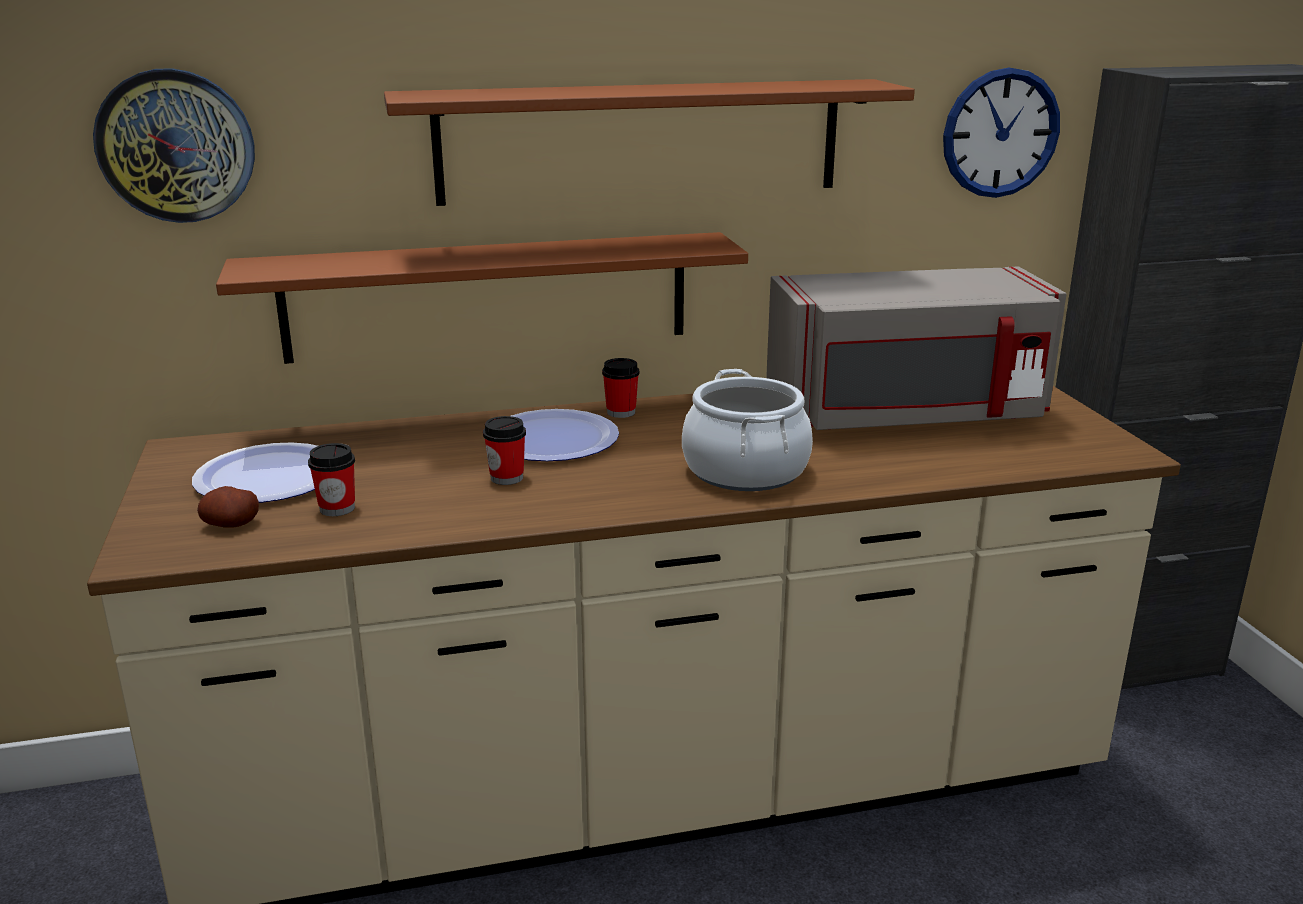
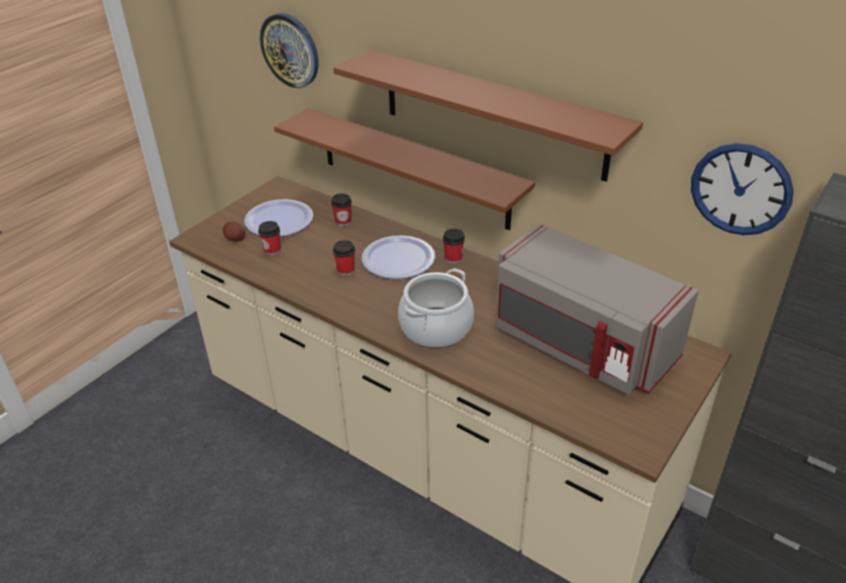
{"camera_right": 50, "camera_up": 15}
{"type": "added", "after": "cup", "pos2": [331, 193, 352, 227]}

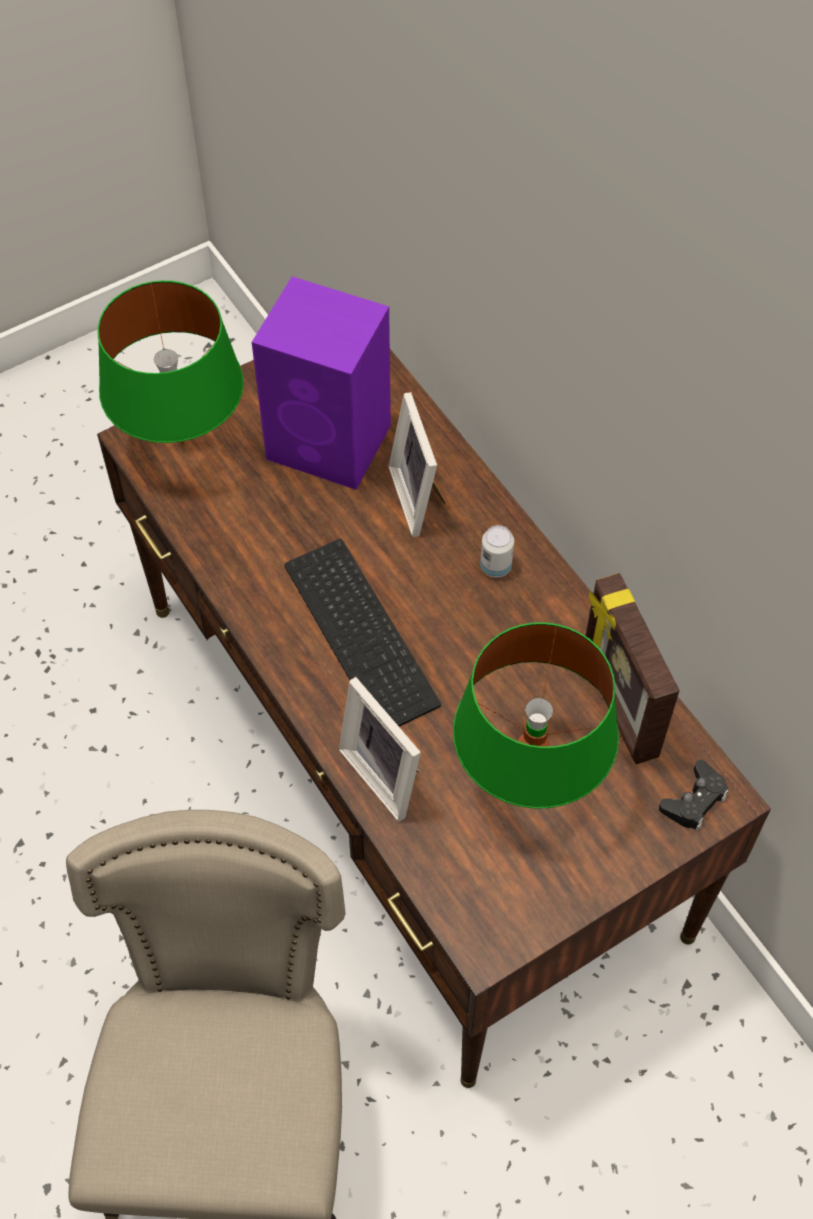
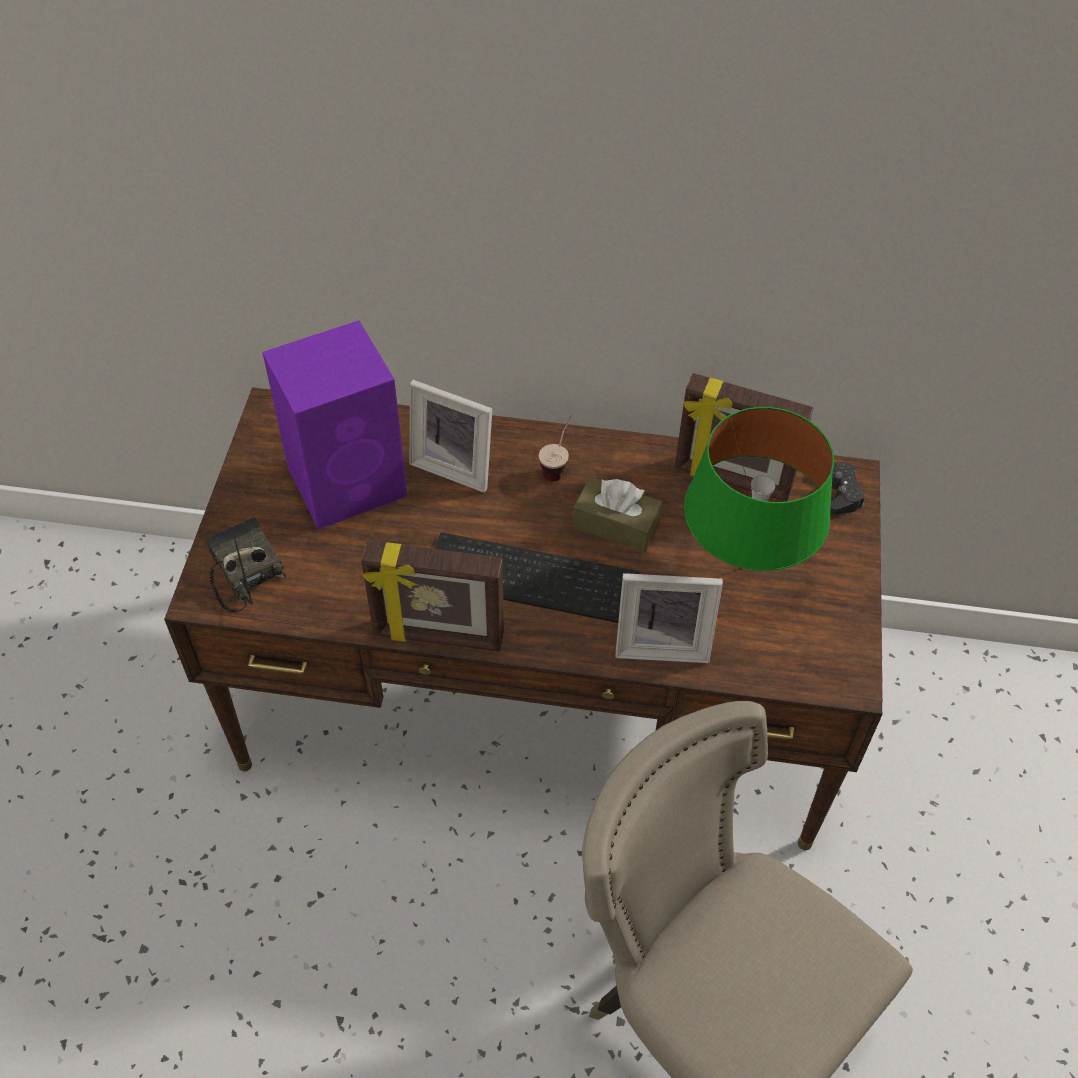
{"camera_right": -50, "camera_up": -5}
{"type": "replaced", "before": "lamp for a table in green-coloured", "after": "radio receiver", "pos1": [97, 280, 244, 445], "pos2": [205, 517, 286, 612]}
{"type": "replaced", "before": "can", "after": "cup", "pos1": [480, 525, 514, 578], "pos2": [539, 415, 572, 481]}
{"type": "added", "after": "box of tissues in brownish", "pos2": [573, 477, 663, 552]}
{"type": "added", "after": "picture frame", "pos2": [361, 540, 504, 652]}

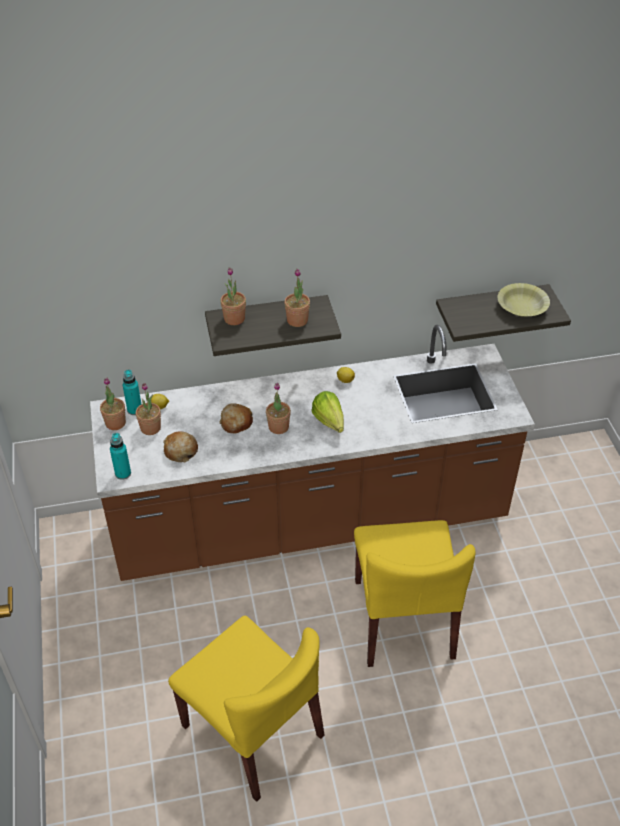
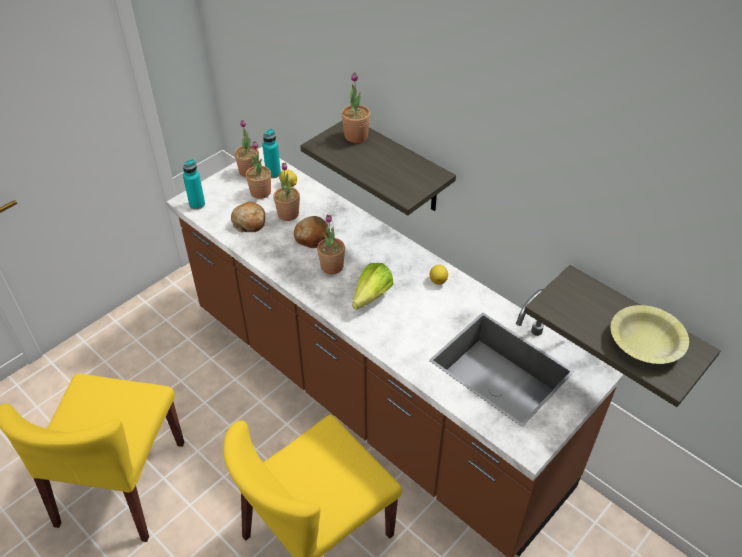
{"camera_right": 55, "camera_up": 0}
{"type": "moved", "before": "houseplant", "pos1": [284, 269, 310, 327], "pos2": [274, 162, 300, 221]}

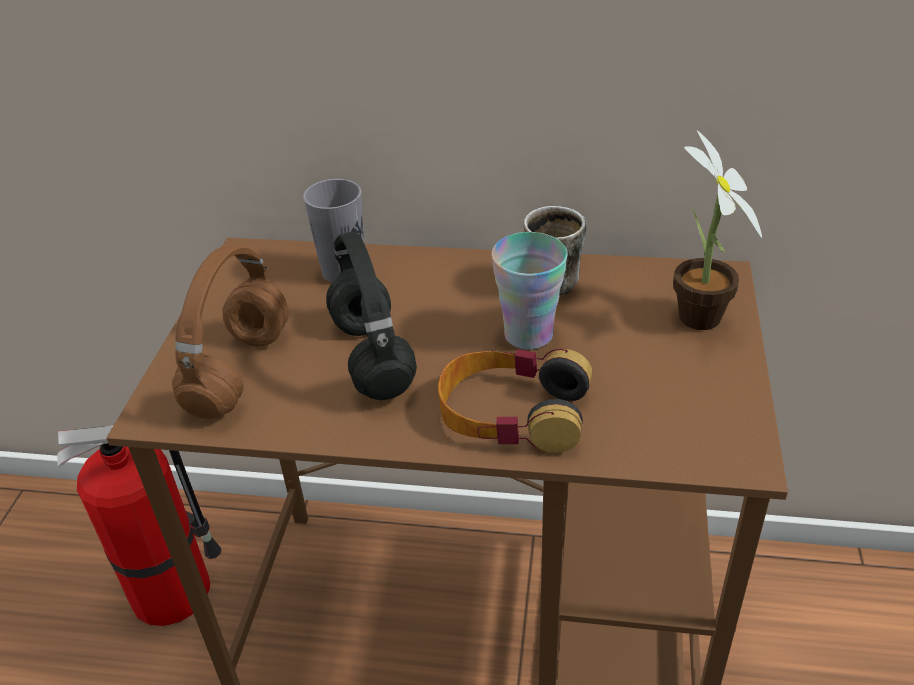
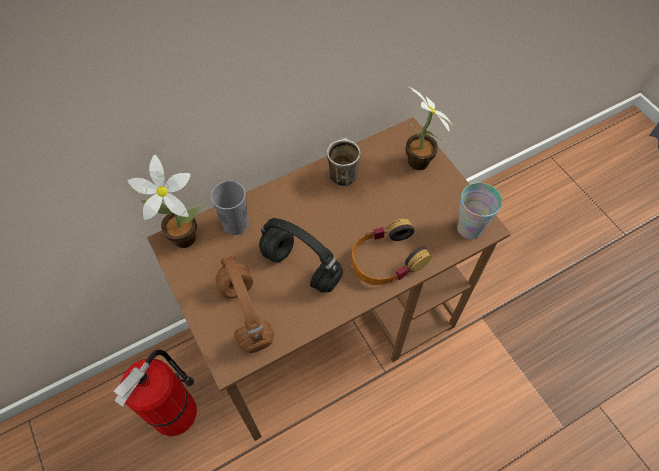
{"camera_right": -40, "camera_up": 20}
{"type": "moved", "before": "cup", "pos1": [491, 232, 567, 349], "pos2": [457, 183, 502, 239]}
{"type": "added", "after": "houseplant", "pos2": [128, 154, 200, 248]}

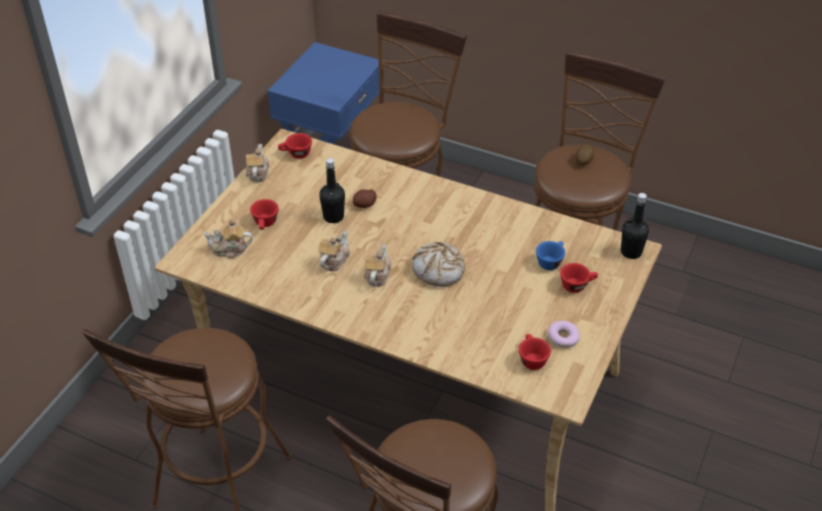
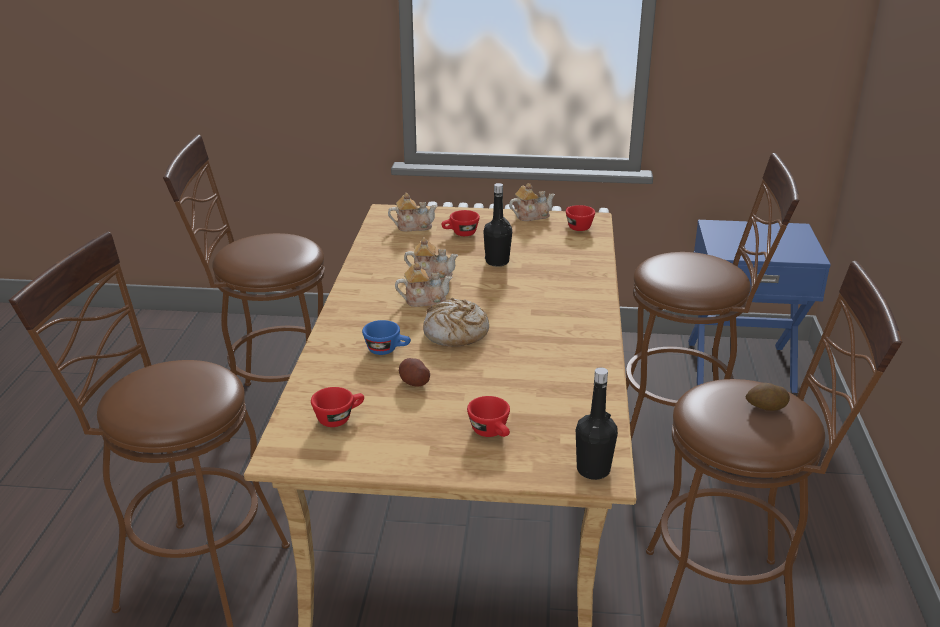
{"camera_right": 70, "camera_up": -15}
{"type": "moved", "before": "potato", "pos1": [353, 189, 377, 208], "pos2": [399, 358, 430, 387]}
{"type": "turned", "before": "tea pot", "pos1": [203, 219, 253, 258], "pos2": [388, 193, 437, 231], "turn": 105}
{"type": "moved", "before": "cup in blue-coloured", "pos1": [536, 241, 565, 270], "pos2": [362, 320, 411, 355]}
{"type": "removed", "before": "donut", "pos1": [548, 321, 580, 348]}

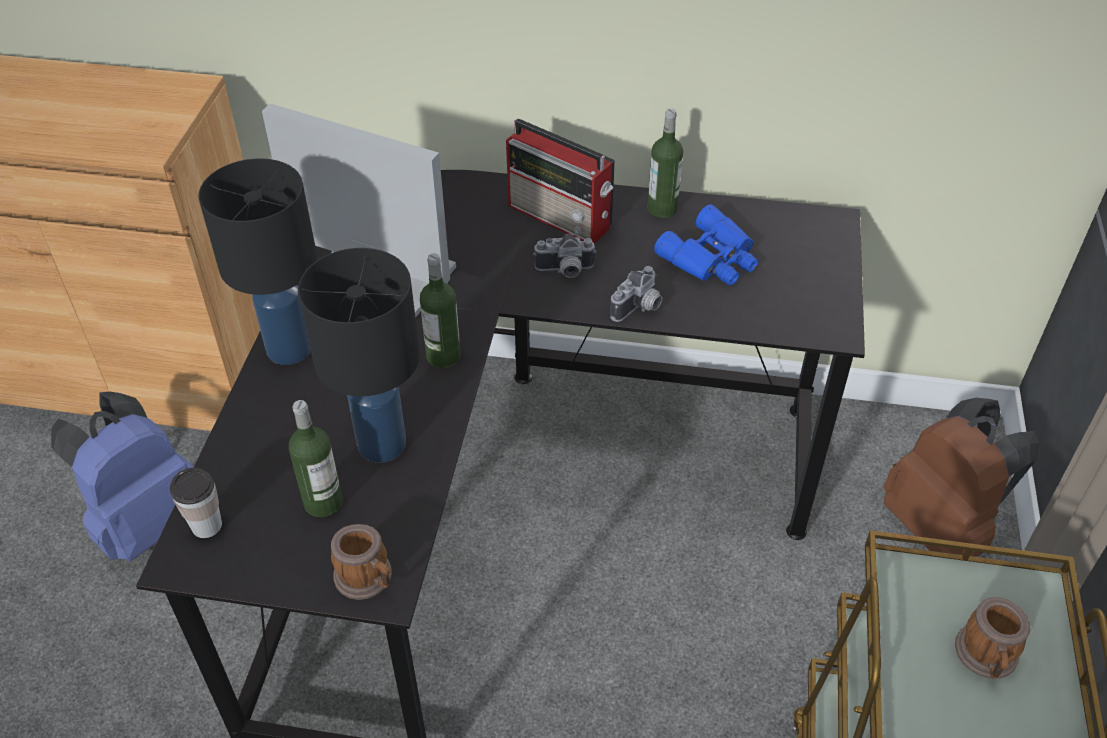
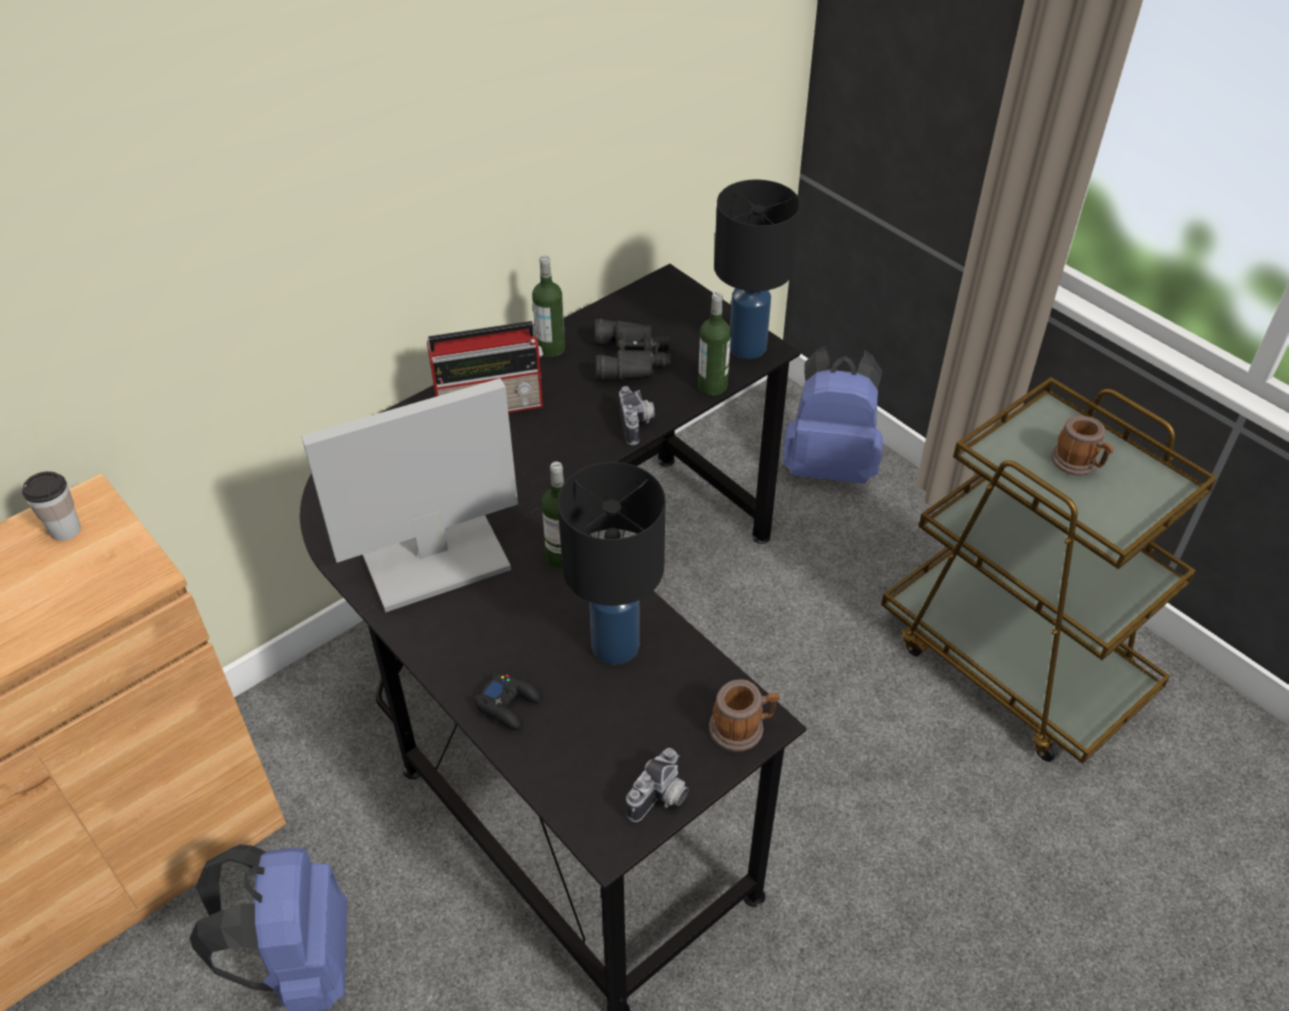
{"camera_right": -50, "camera_up": 0}
{"type": "moved", "before": "lamp for a table in black", "pos1": [199, 158, 317, 365], "pos2": [714, 180, 801, 359]}
{"type": "recoloured", "before": "pair of binoculars in blue-coloured", "after": "pair of binoculars in black", "pos1": [654, 204, 758, 285], "pos2": [595, 319, 671, 381]}
{"type": "moved", "before": "photo camera", "pos1": [533, 233, 596, 278], "pos2": [626, 748, 688, 822]}
{"type": "recoloured", "before": "rucksack in brownish", "after": "rucksack in blue-coloured", "pos1": [883, 398, 1039, 557], "pos2": [783, 346, 883, 484]}
{"type": "moved", "before": "drink bottle", "pos1": [289, 400, 342, 517], "pos2": [698, 292, 731, 395]}
{"type": "moved", "before": "cup", "pos1": [170, 468, 222, 538], "pos2": [22, 471, 81, 541]}
{"type": "added", "after": "gamepad in black", "pos2": [475, 672, 543, 731]}

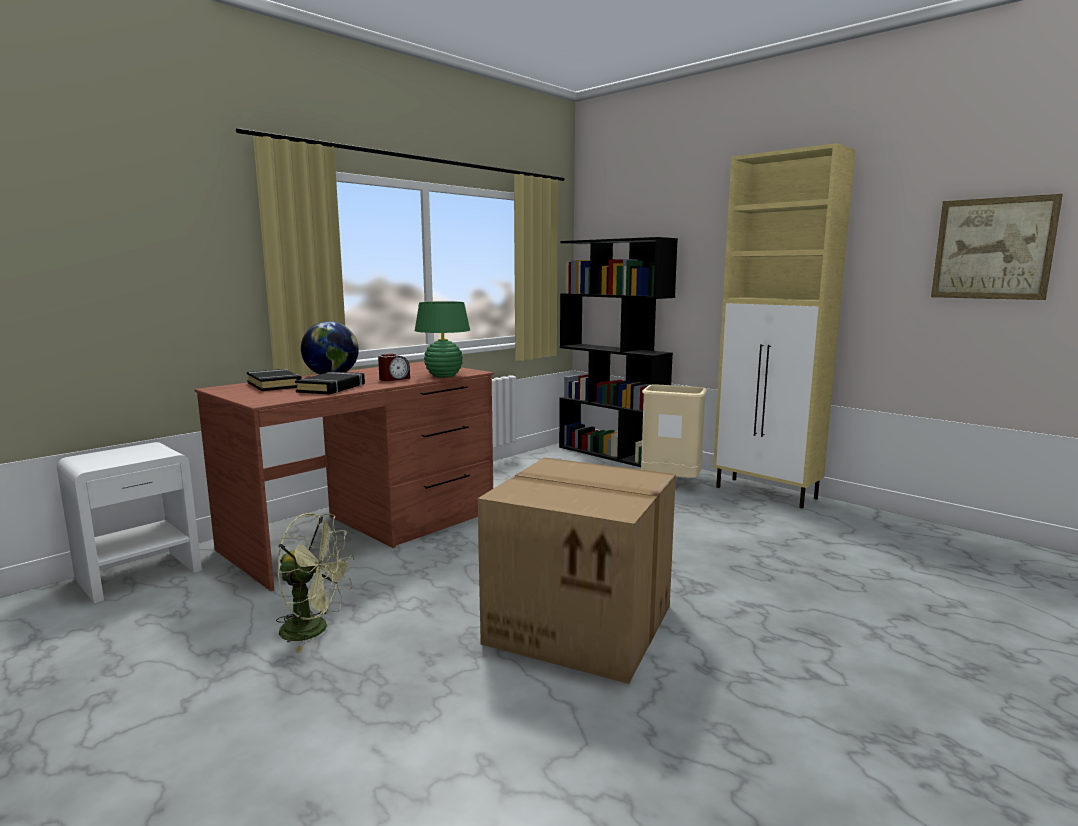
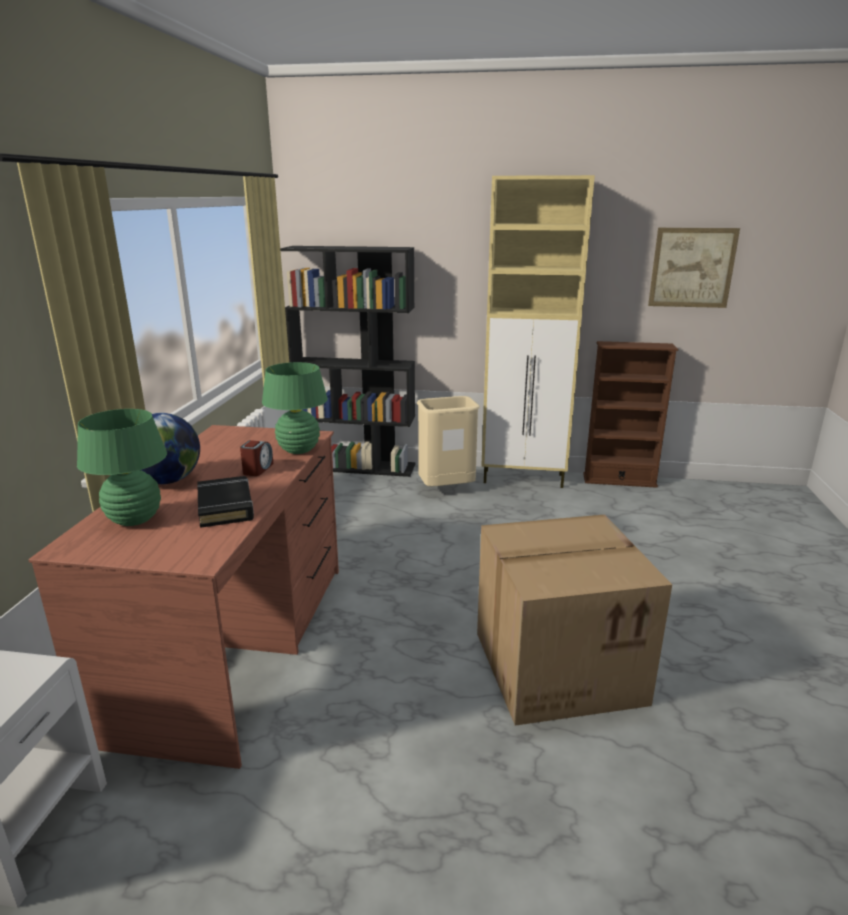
{"camera_right": -35, "camera_up": 10}
{"type": "replaced", "before": "volume in black", "after": "lamp for a table in green-coloured", "pos1": [247, 369, 302, 391], "pos2": [77, 409, 167, 526]}
{"type": "removed", "before": "cooling fan in green-coloured", "pos1": [276, 513, 355, 653]}
{"type": "added", "after": "shelving unit in brownish", "pos2": [583, 341, 678, 488]}

